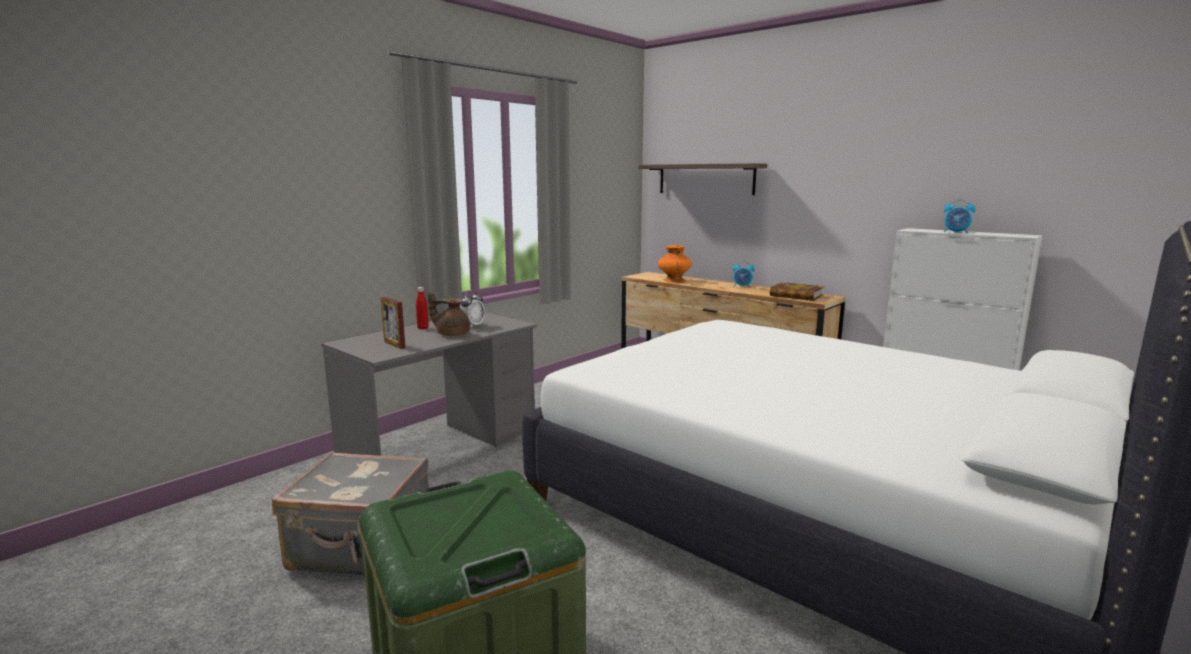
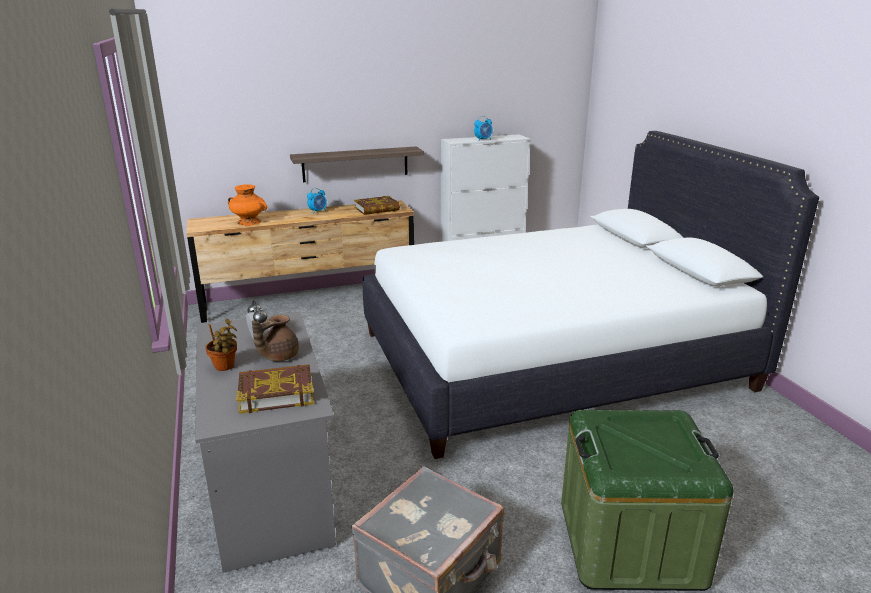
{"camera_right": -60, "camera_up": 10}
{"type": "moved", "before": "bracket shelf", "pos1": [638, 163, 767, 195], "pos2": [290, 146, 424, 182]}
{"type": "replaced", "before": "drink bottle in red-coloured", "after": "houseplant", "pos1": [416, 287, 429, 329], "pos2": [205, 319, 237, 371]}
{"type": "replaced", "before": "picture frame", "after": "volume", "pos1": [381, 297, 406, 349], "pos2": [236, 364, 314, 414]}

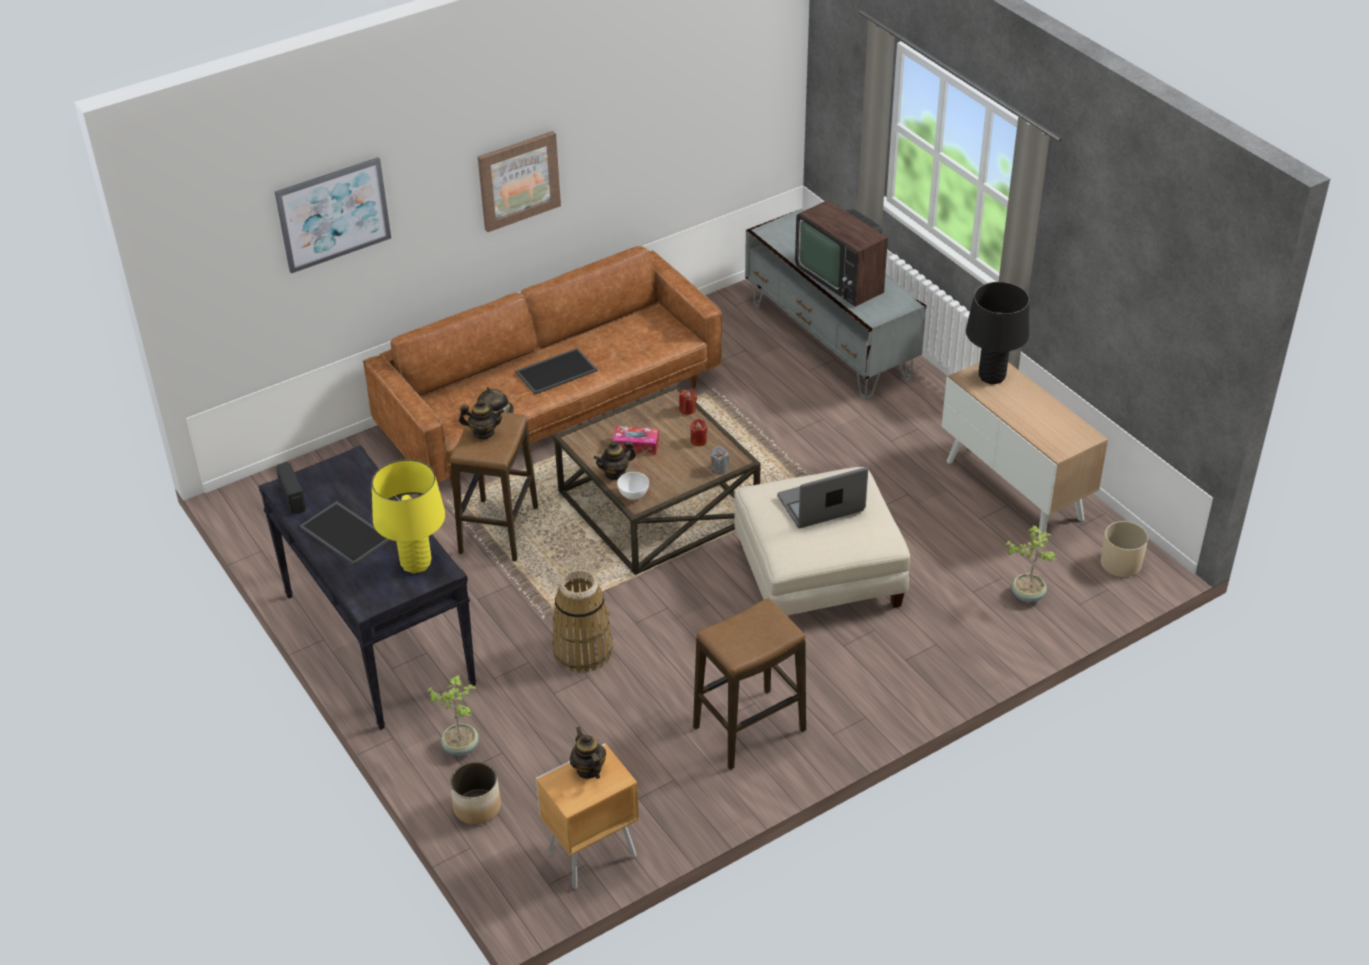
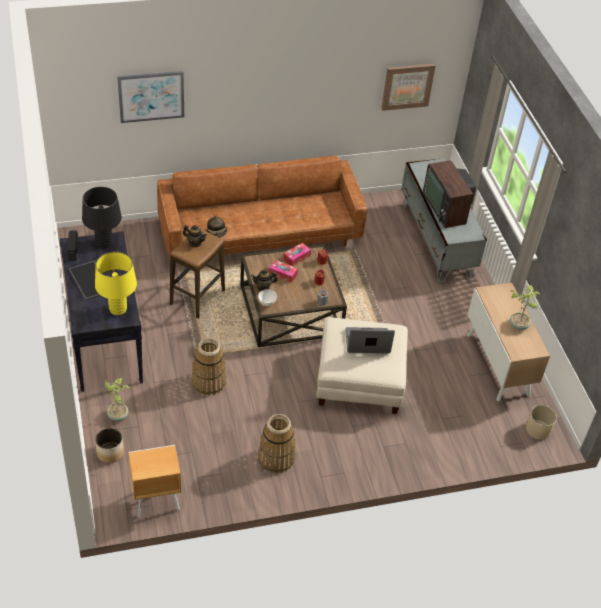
{"camera_right": 15, "camera_up": 5}
{"type": "moved", "before": "picture", "pos1": [478, 131, 561, 232], "pos2": [381, 64, 435, 111]}
{"type": "moved", "before": "lamp for a table in black", "pos1": [966, 282, 1029, 384], "pos2": [82, 186, 122, 248]}
{"type": "removed", "before": "serving tray", "pos1": [515, 348, 597, 395]}
{"type": "moved", "before": "houseplant", "pos1": [1004, 525, 1056, 602], "pos2": [510, 285, 540, 330]}
{"type": "replaced", "before": "sitting stool", "after": "storage basket", "pos1": [693, 598, 806, 770], "pos2": [258, 414, 295, 474]}
{"type": "removed", "before": "tea pot", "pos1": [570, 727, 606, 779]}
{"type": "added", "after": "box of tissues", "pos2": [283, 243, 311, 266]}

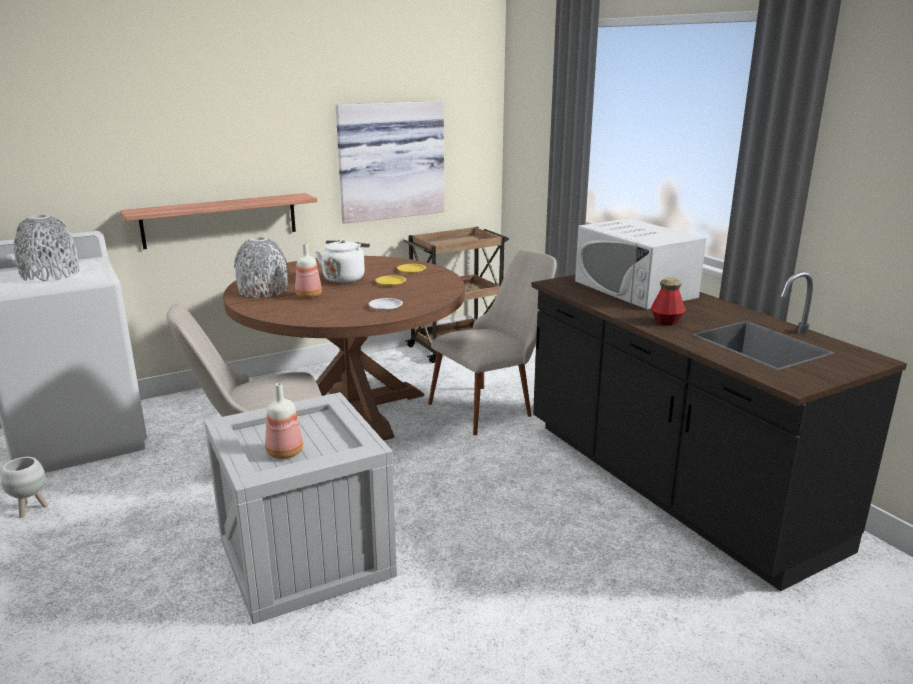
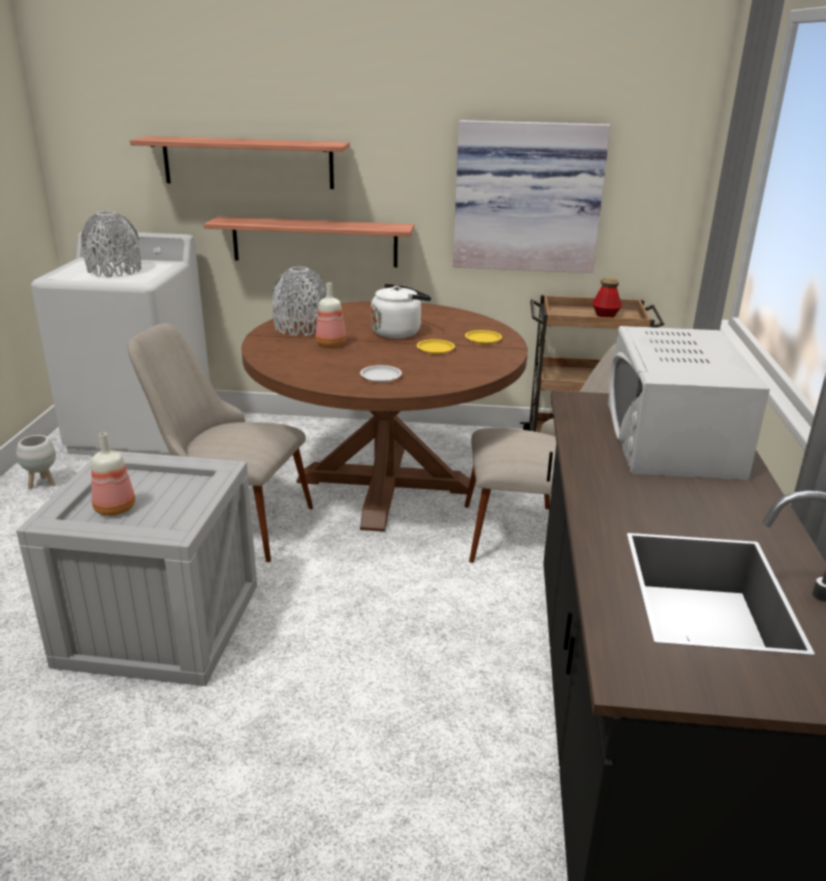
{"camera_right": 35, "camera_up": 5}
{"type": "moved", "before": "drink bottle", "pos1": [651, 277, 686, 325], "pos2": [592, 277, 622, 317]}
{"type": "added", "after": "bracket shelf", "pos2": [130, 136, 350, 189]}

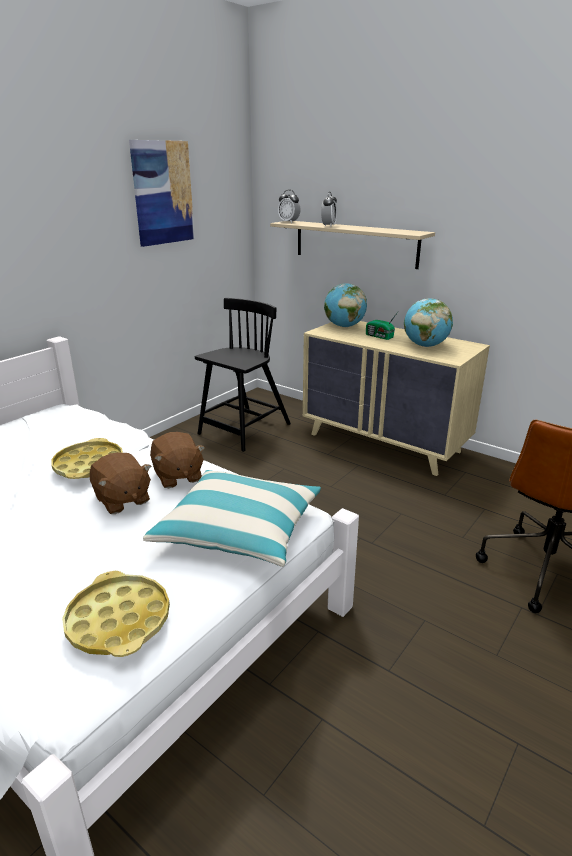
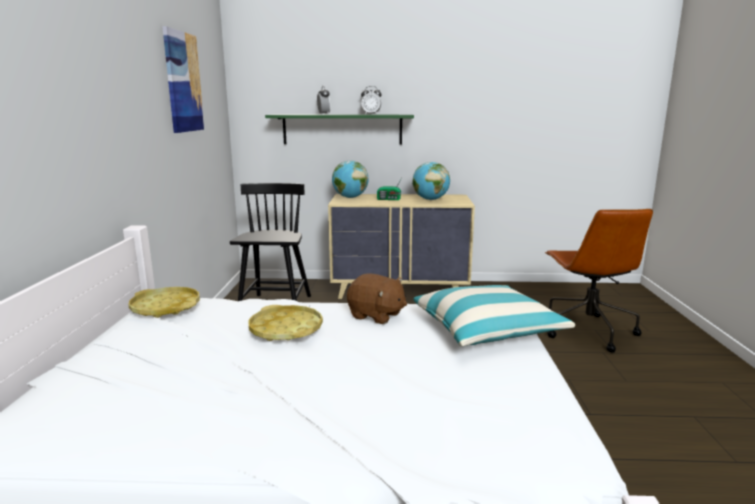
{"camera_right": -35, "camera_up": -10}
{"type": "moved", "before": "alarm clock", "pos1": [278, 190, 301, 223], "pos2": [361, 86, 382, 115]}
{"type": "recoloured", "before": "bracket shelf in beige-coloured", "after": "bracket shelf in green-coloured", "pos1": [270, 221, 435, 269], "pos2": [265, 115, 414, 145]}
{"type": "removed", "before": "plush toy in brownish", "pos1": [90, 452, 151, 514]}
{"type": "moved", "before": "serving tray in yellow-coloured", "pos1": [62, 571, 170, 657], "pos2": [128, 287, 200, 318]}

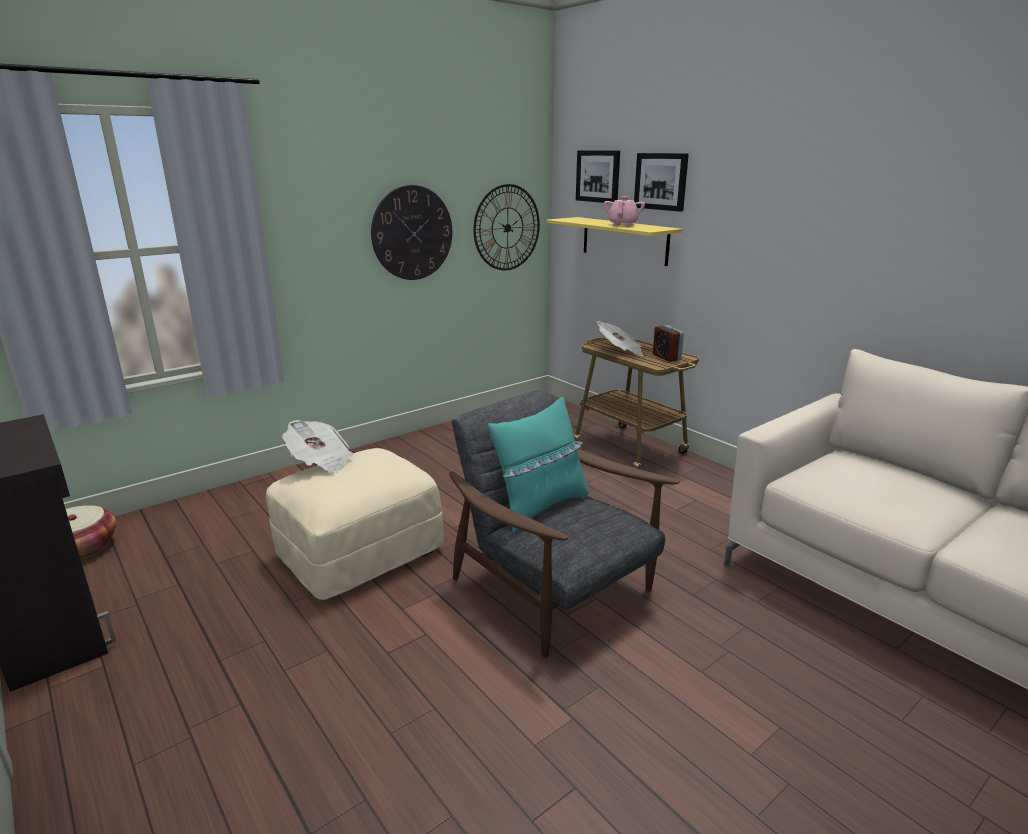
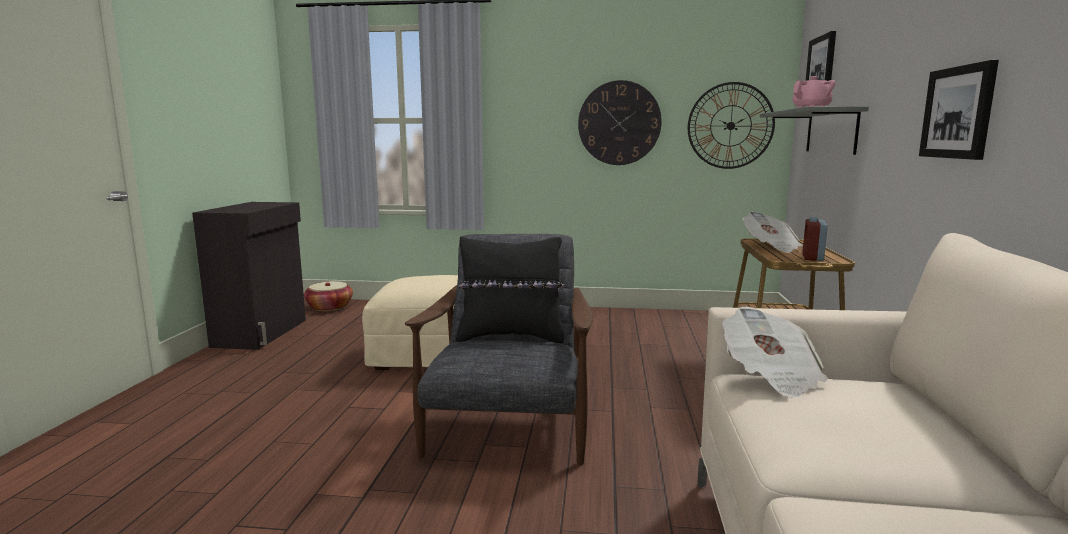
{"camera_right": 45, "camera_up": -10}
{"type": "moved", "before": "picture", "pos1": [634, 153, 689, 212], "pos2": [919, 60, 999, 160]}
{"type": "recoloured", "before": "bracket shelf in yellow-coloured", "after": "bracket shelf in gray", "pos1": [546, 217, 682, 266], "pos2": [760, 106, 869, 155]}
{"type": "recoloured", "before": "cushion in blue-green", "after": "cushion in black", "pos1": [488, 397, 589, 533], "pos2": [456, 236, 565, 343]}
{"type": "moved", "before": "printed paper", "pos1": [282, 420, 353, 473], "pos2": [722, 307, 828, 398]}

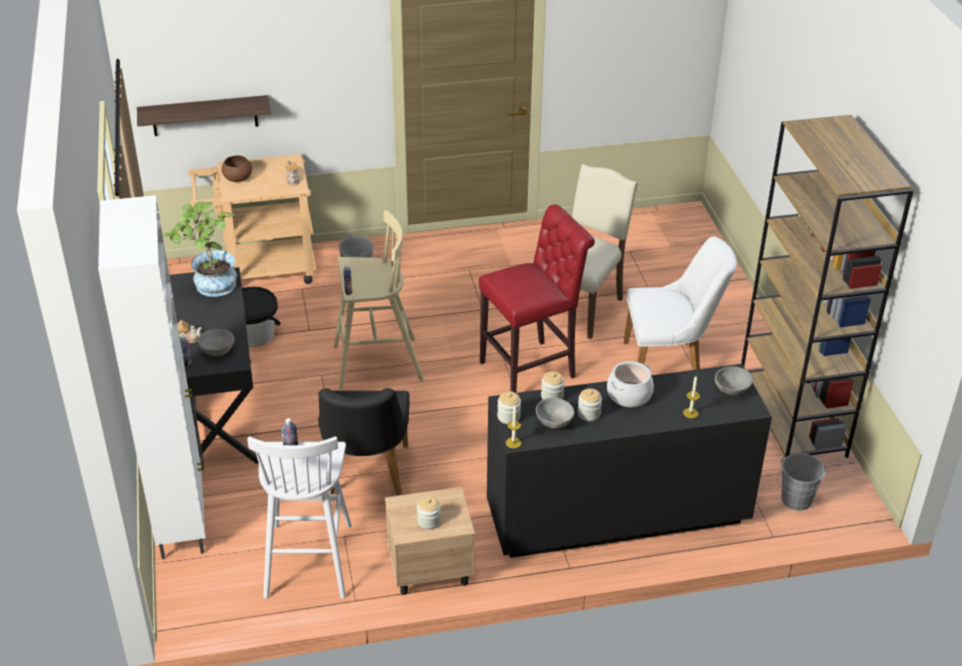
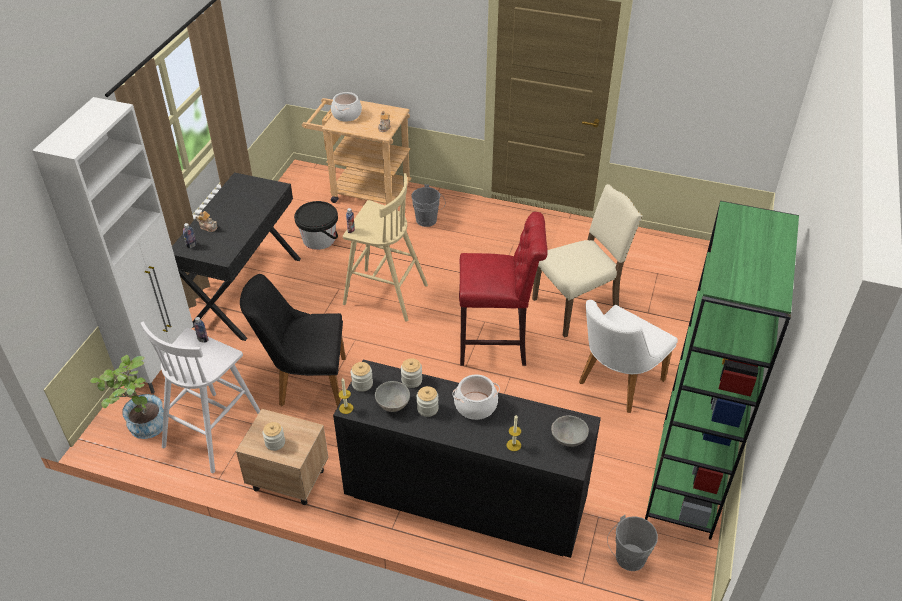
{"camera_right": 30, "camera_up": 5}
{"type": "removed", "before": "bracket shelf", "pos1": [137, 95, 271, 136]}
{"type": "recoloured", "before": "shelving unit in brownish", "after": "shelving unit in green-coloured", "pos1": [741, 115, 913, 458], "pos2": [645, 201, 799, 540]}
{"type": "replaced", "before": "bowl in brownish", "after": "saucepot", "pos1": [222, 155, 252, 182], "pos2": [331, 92, 362, 122]}
{"type": "moved", "before": "houseplant", "pos1": [163, 202, 237, 297], "pos2": [90, 355, 164, 439]}
{"type": "turned", "before": "chair in whitish", "pos1": [624, 236, 737, 370], "pos2": [579, 300, 678, 413], "turn": 105}
{"type": "removed", "before": "bowl in gray", "pos1": [198, 329, 235, 356]}
{"type": "turned", "before": "chair in black", "pos1": [318, 388, 410, 496], "pos2": [240, 274, 346, 407], "turn": 60}

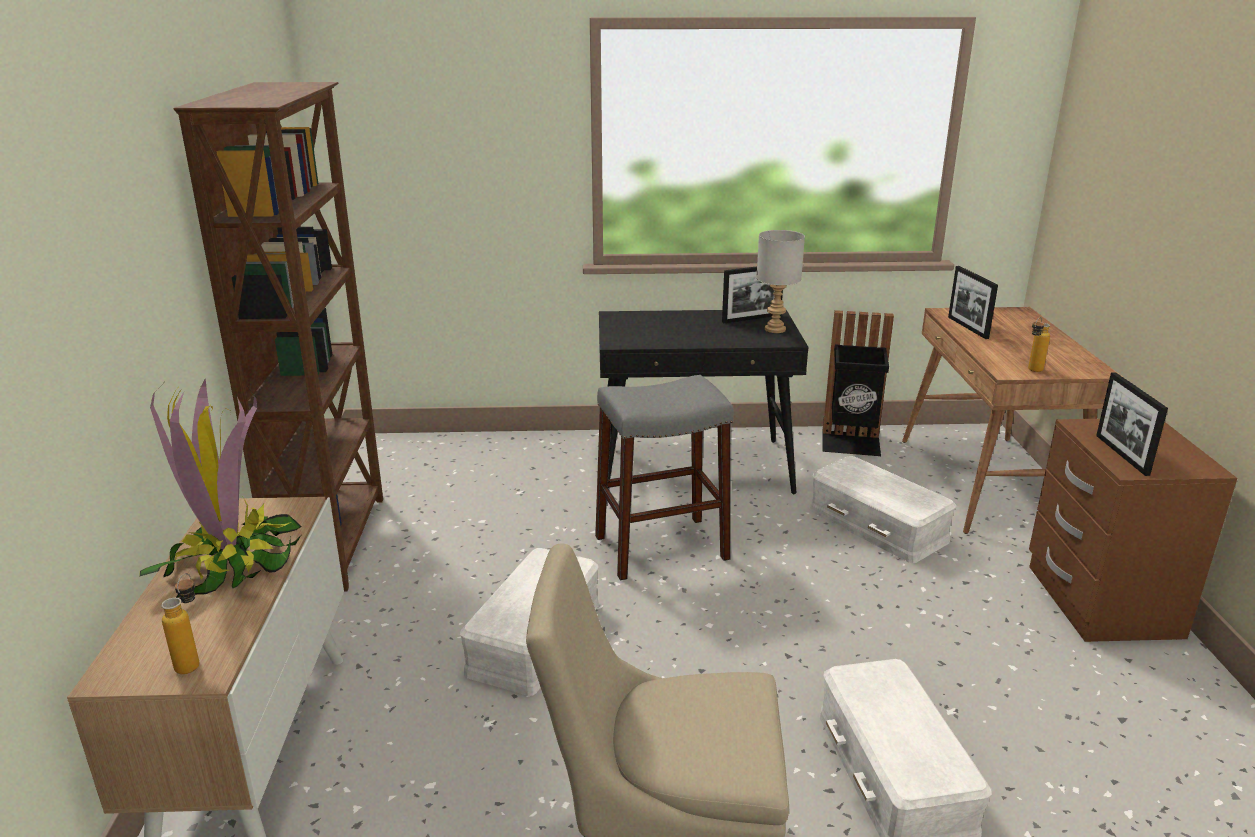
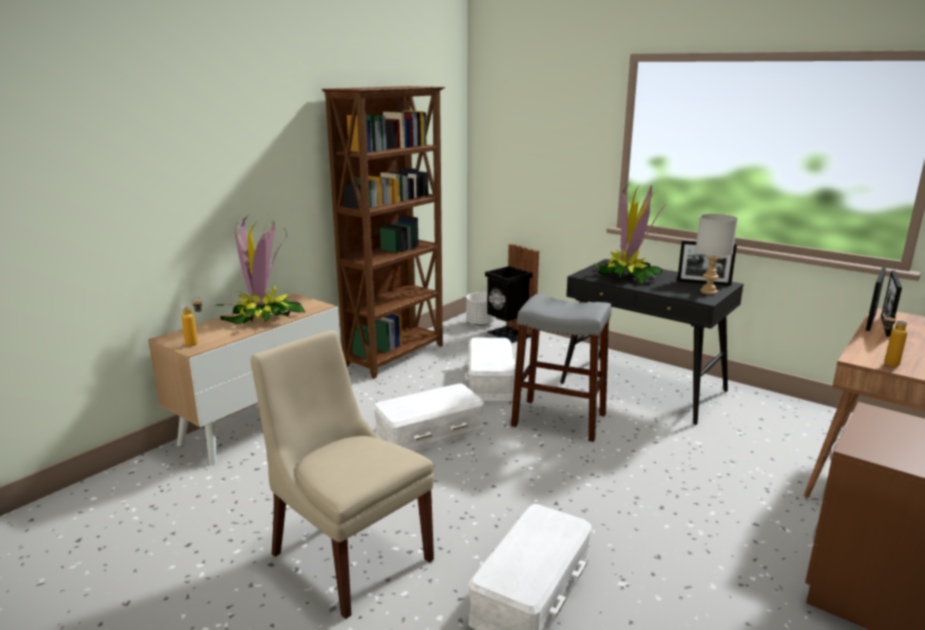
{"camera_right": 40, "camera_up": -5}
{"type": "moved", "before": "trash can in black", "pos1": [823, 310, 894, 456], "pos2": [485, 244, 539, 343]}
{"type": "moved", "before": "picture frame", "pos1": [1096, 372, 1168, 476], "pos2": [866, 267, 886, 331]}
{"type": "moved", "before": "storage box in whitish", "pos1": [810, 456, 957, 563], "pos2": [465, 338, 515, 401]}
{"type": "added", "after": "houseplant", "pos2": [594, 185, 666, 285]}
{"type": "added", "after": "planter in whitish", "pos2": [466, 292, 496, 326]}

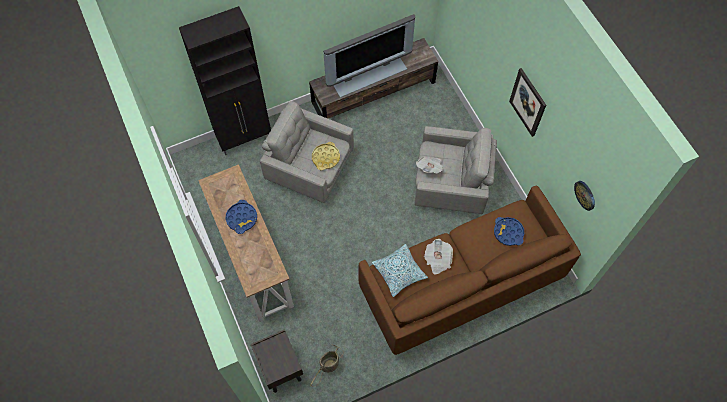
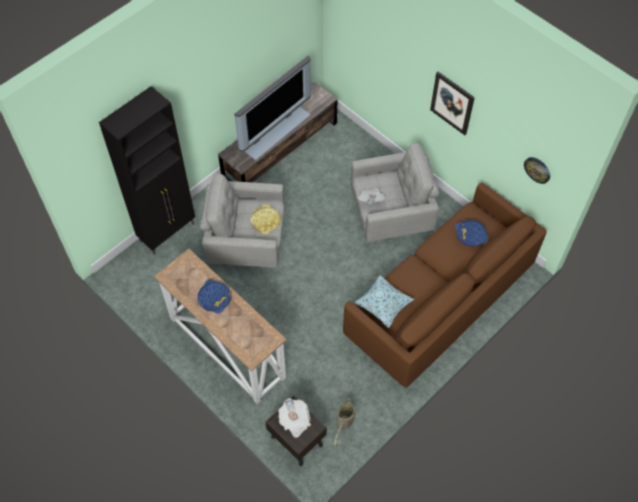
{"camera_right": -20, "camera_up": -5}
{"type": "moved", "before": "printed paper", "pos1": [424, 239, 453, 275], "pos2": [278, 398, 311, 438]}

